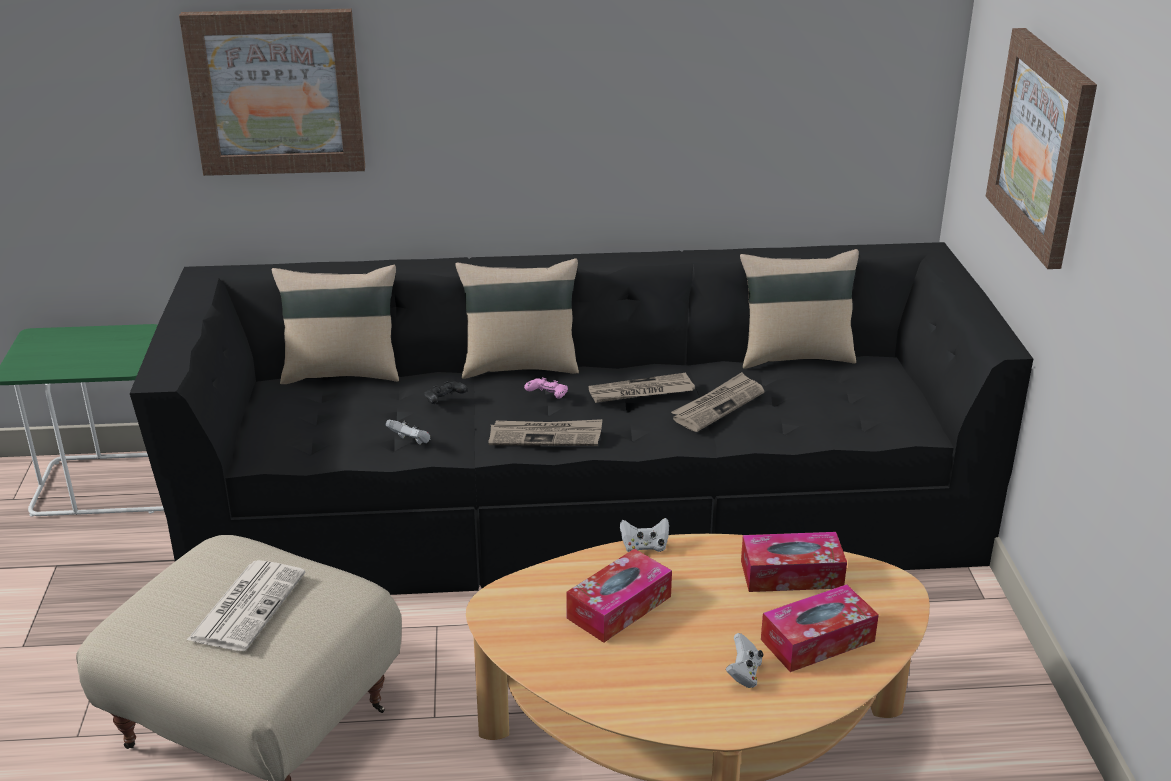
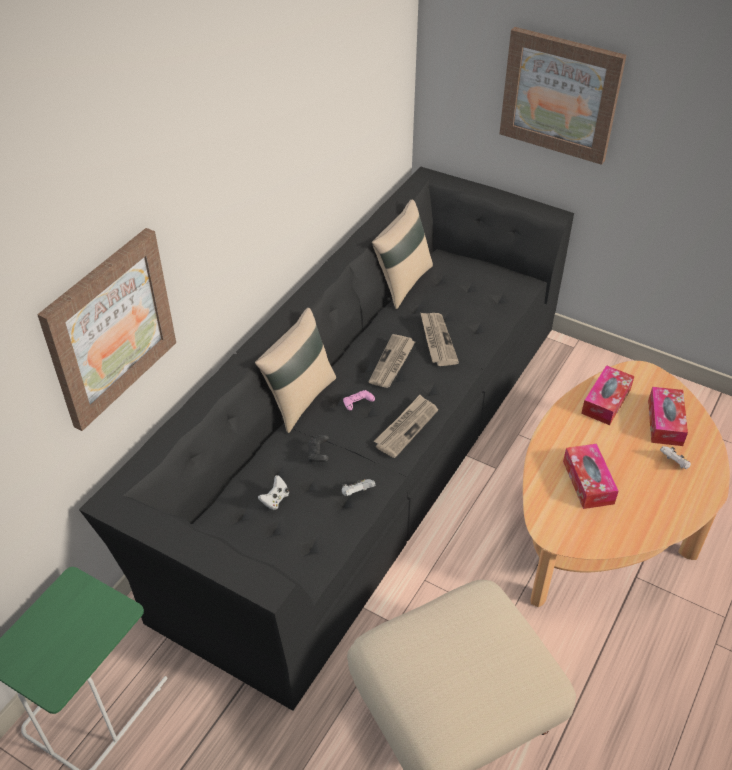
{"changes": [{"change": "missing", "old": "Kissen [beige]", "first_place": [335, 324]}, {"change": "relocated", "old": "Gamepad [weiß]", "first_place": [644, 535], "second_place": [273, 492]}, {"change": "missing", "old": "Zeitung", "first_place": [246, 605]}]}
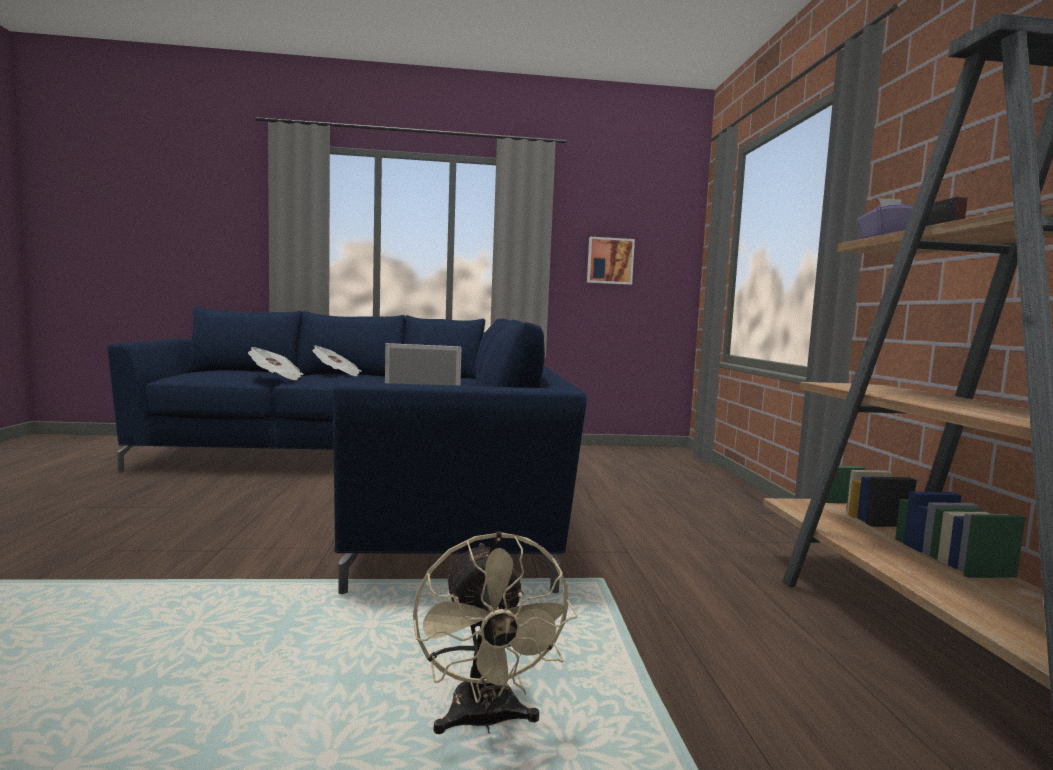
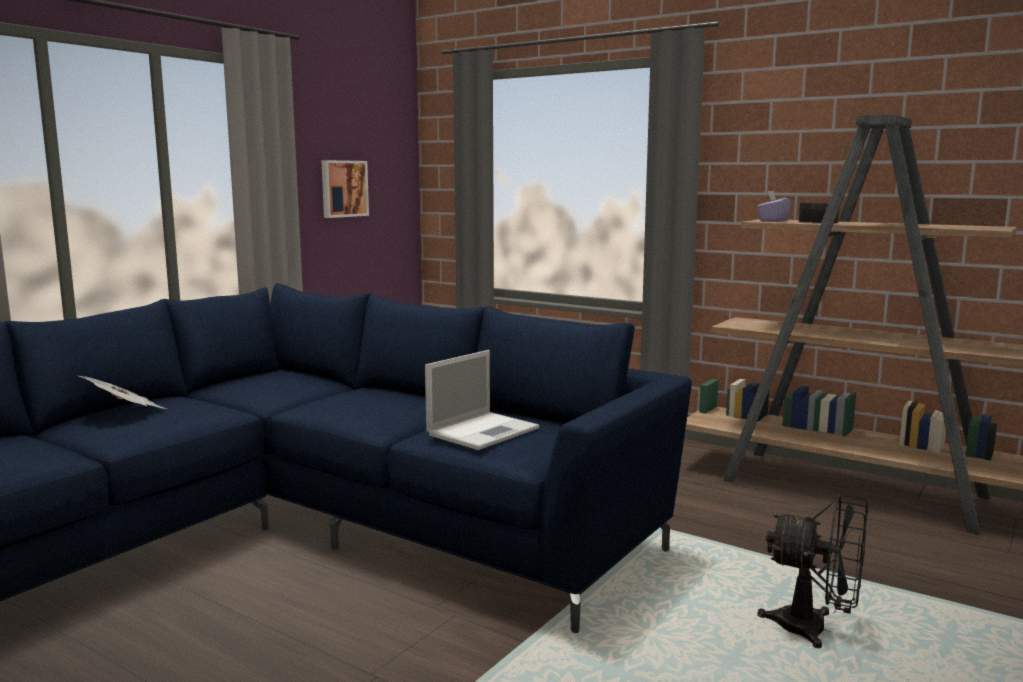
{"changes": [{"change": "missing", "old": "Zeitung", "first_place": [275, 363]}, {"change": "colour", "old": "Ventilator [beige]", "new": "Ventilator [schwarz]", "first_place": [495, 633], "second_place": [812, 571]}]}
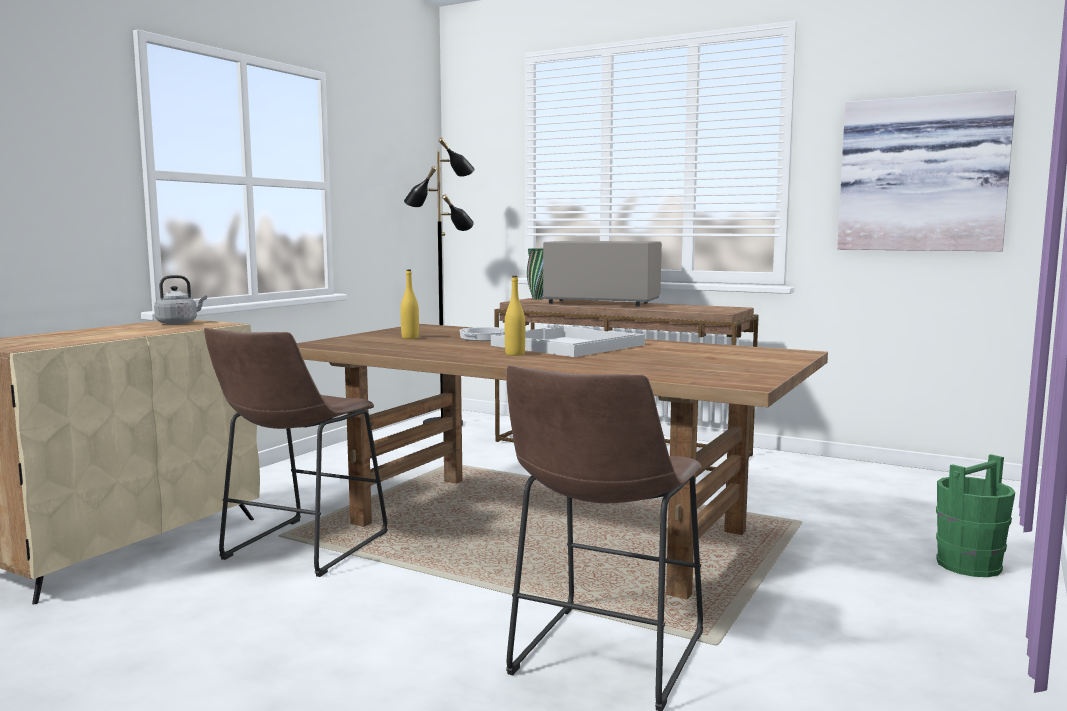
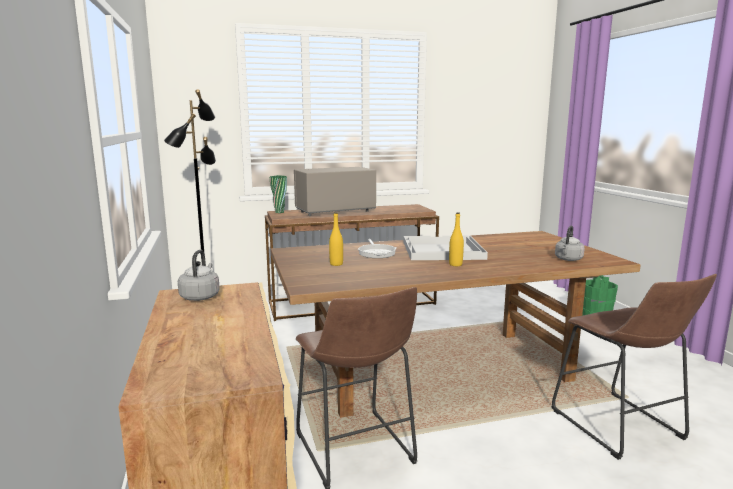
{"changes": [{"change": "missing", "old": "Bild", "first_place": [926, 170]}, {"change": "appeared", "new": "Wasserkessel [grau]", "second_place": [570, 243]}]}
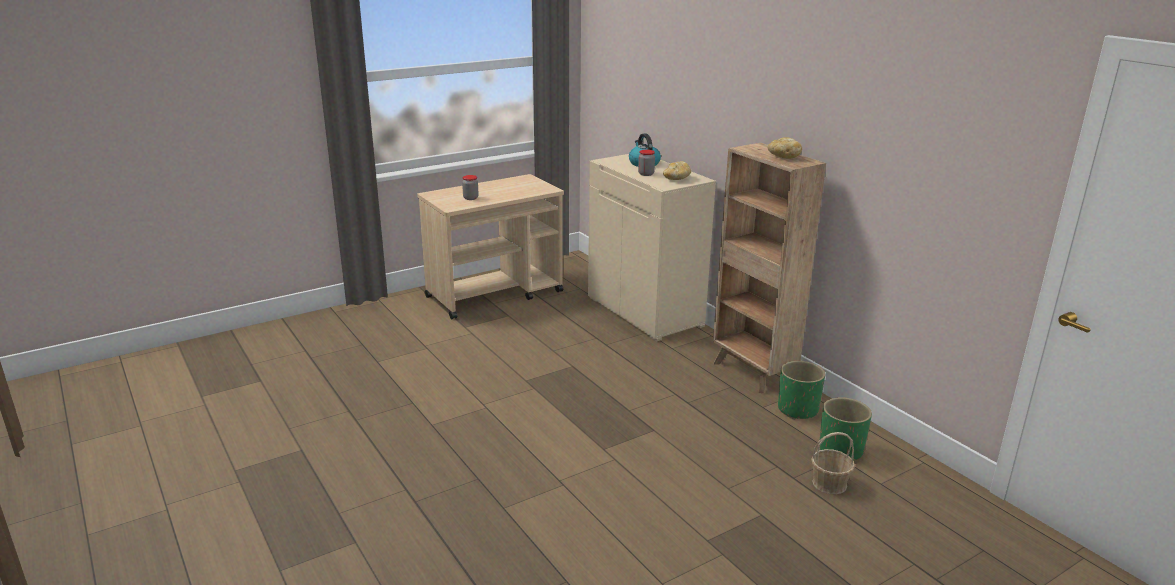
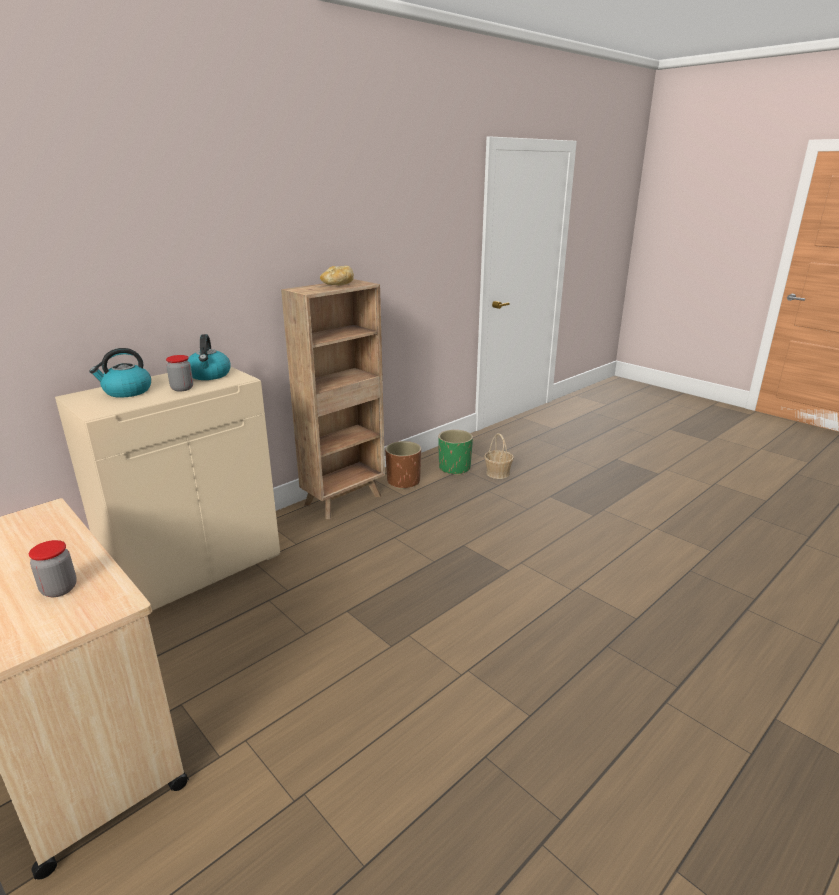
{"changes": [{"change": "exchanged", "old": "Brot", "new": "Wasserkessel", "first_place": [677, 170], "second_place": [209, 357]}, {"change": "colour", "old": "Pflanzkübel [grün]", "new": "Pflanzkübel [braun]", "first_place": [801, 390], "second_place": [403, 465]}]}
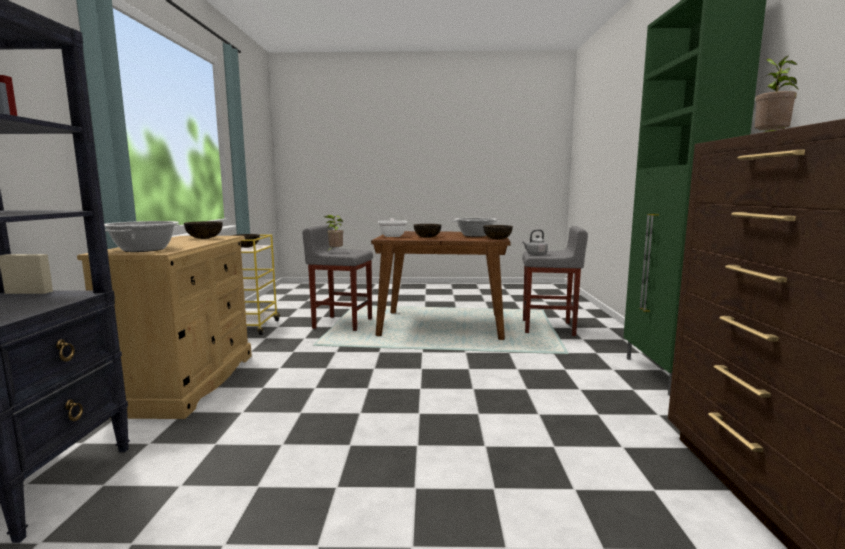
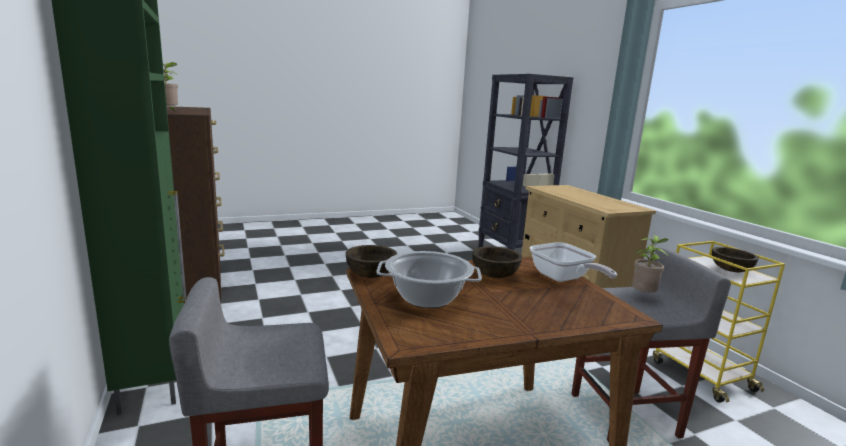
{"changes": [{"change": "missing", "old": "Kochtopf", "first_place": [142, 236]}, {"change": "missing", "old": "Schüssel [braun]", "first_place": [203, 230]}, {"change": "missing", "old": "Wasserkessel [grau]", "first_place": [535, 243]}]}
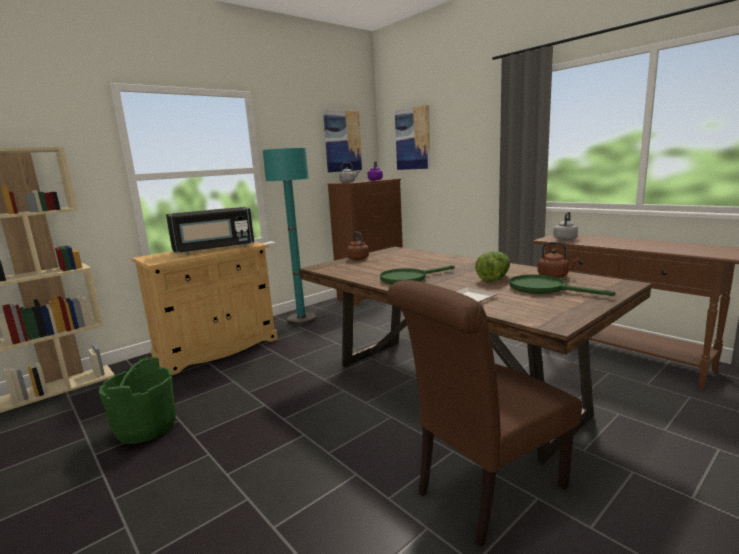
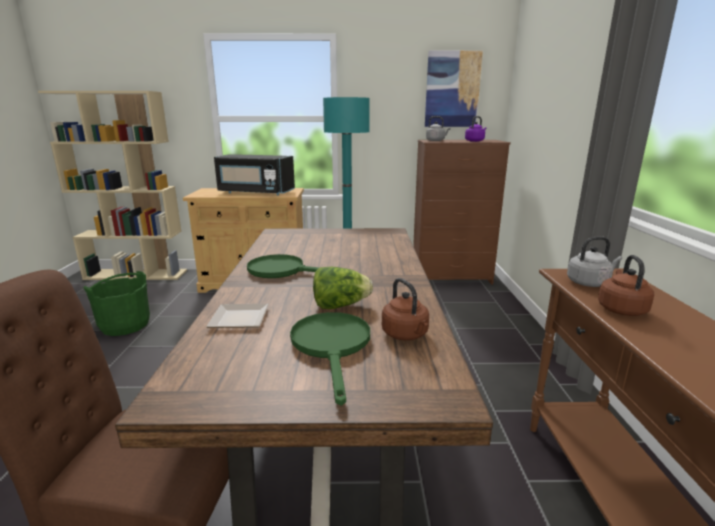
{"changes": [{"change": "missing", "old": "Bild", "first_place": [412, 137]}, {"change": "relocated", "old": "Wasserkessel [braun]", "first_place": [358, 246], "second_place": [626, 285]}]}
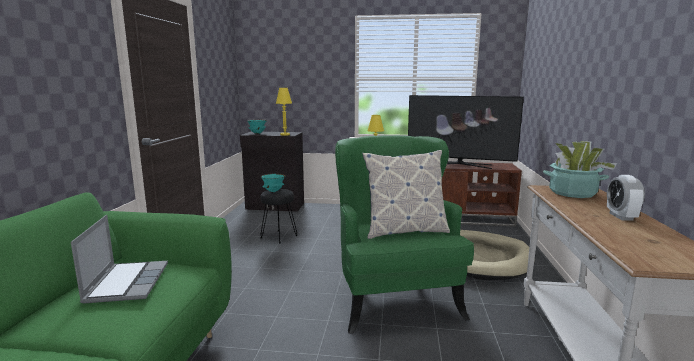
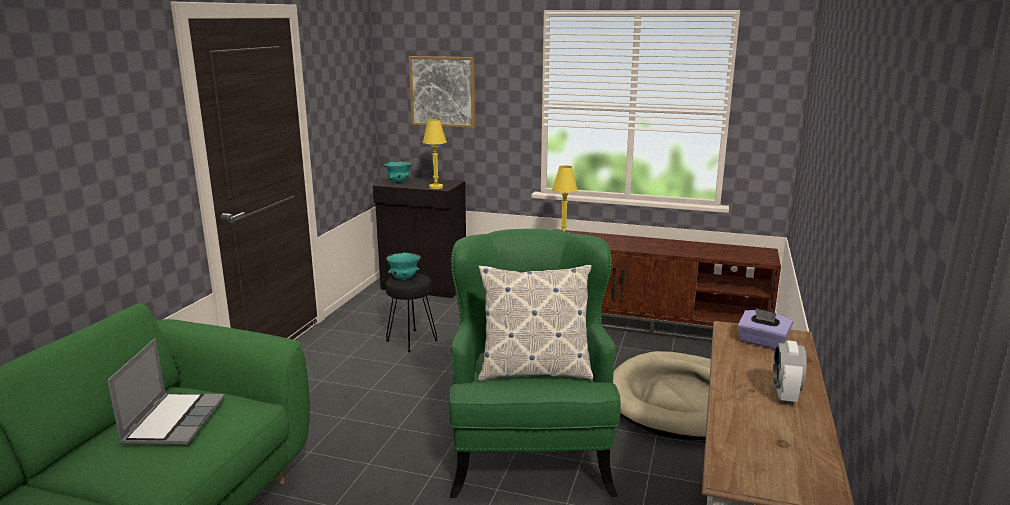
{"changes": [{"change": "missing", "old": "Fernseher", "first_place": [466, 132]}, {"change": "exchanged", "old": "Topfpflanze", "new": "Taschentuchbox [lila]", "first_place": [580, 169], "second_place": [765, 328]}, {"change": "appeared", "new": "Bild", "second_place": [442, 92]}]}
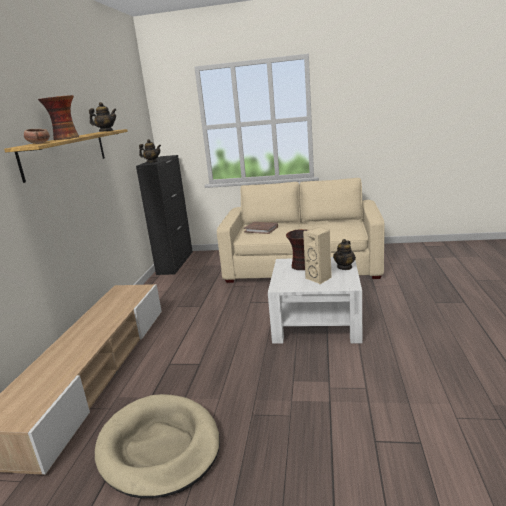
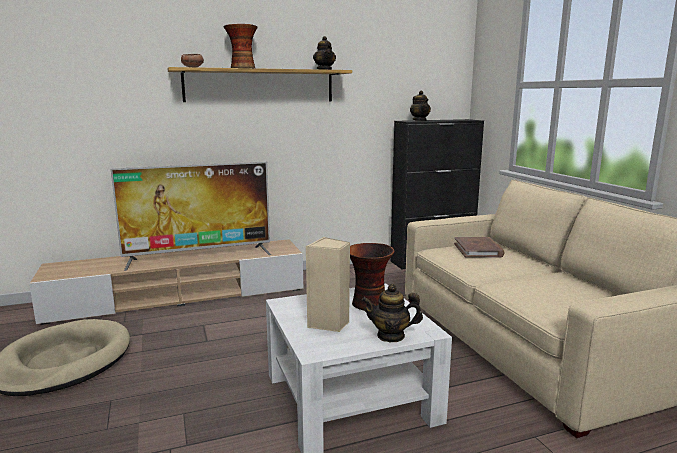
{"changes": [{"change": "appeared", "new": "Fernseher", "second_place": [191, 216]}]}
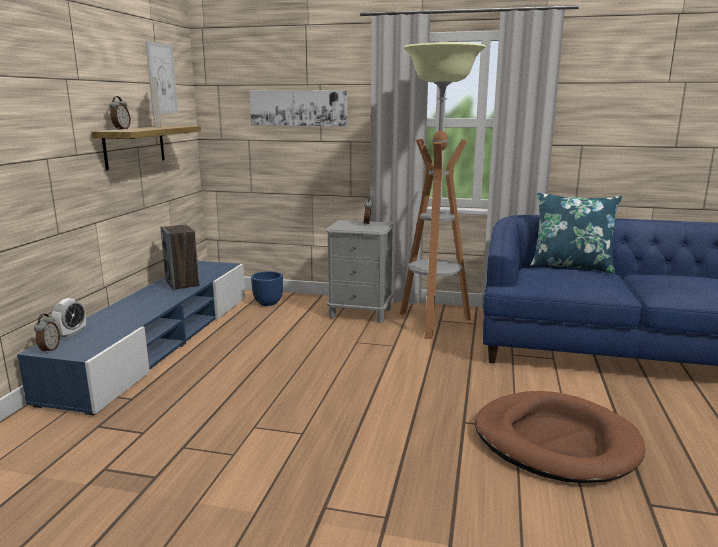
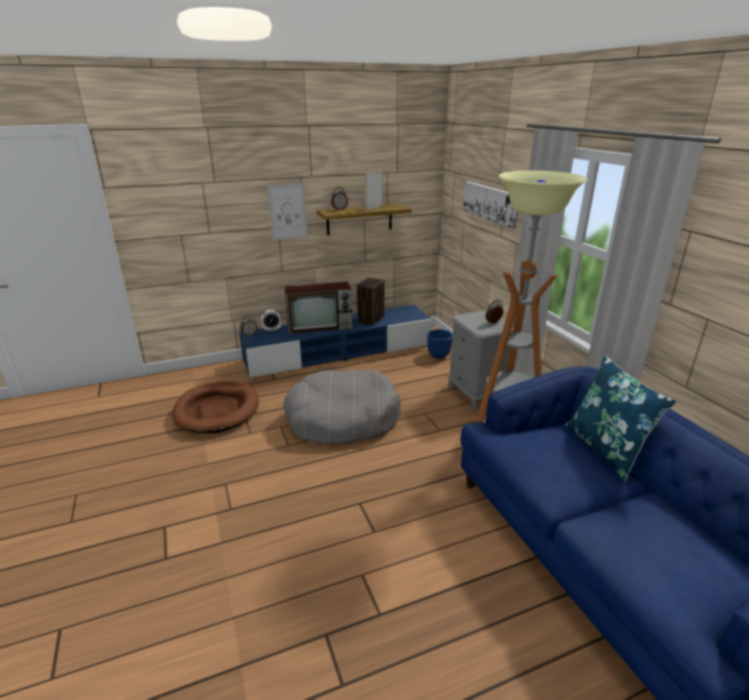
{"changes": [{"change": "relocated", "old": "Bild", "first_place": [161, 77], "second_place": [287, 212]}, {"change": "relocated", "old": "Hundebett [braun]", "first_place": [560, 437], "second_place": [215, 407]}, {"change": "appeared", "new": "Fernseher", "second_place": [318, 308]}, {"change": "appeared", "new": "Hundebett [grau]", "second_place": [342, 407]}]}
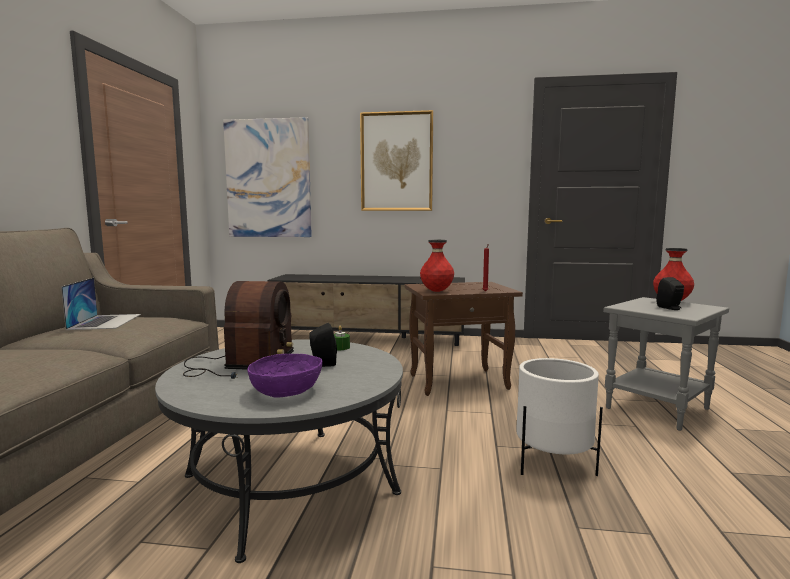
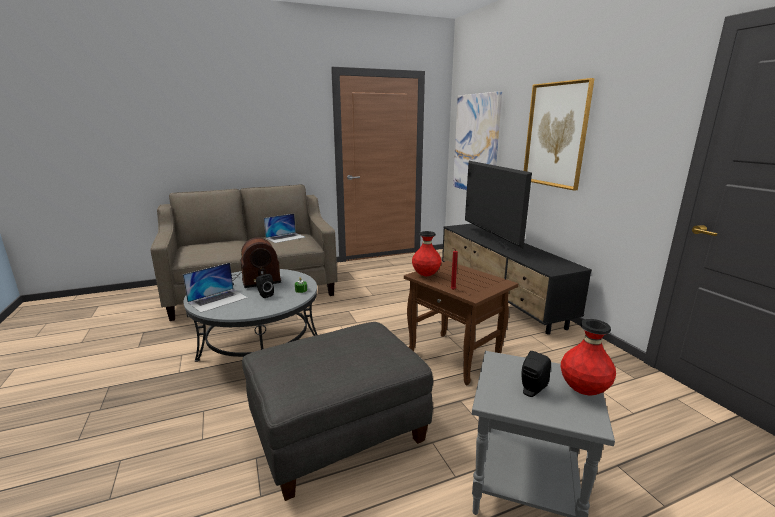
{"changes": [{"change": "exchanged", "old": "Schüssel [lila]", "new": "Laptop", "first_place": [285, 376], "second_place": [215, 288]}, {"change": "exchanged", "old": "Pflanzkübel [weiß]", "new": "Polsterhocker [grau]", "first_place": [559, 417], "second_place": [337, 411]}, {"change": "appeared", "new": "Fernseher", "second_place": [498, 206]}]}
